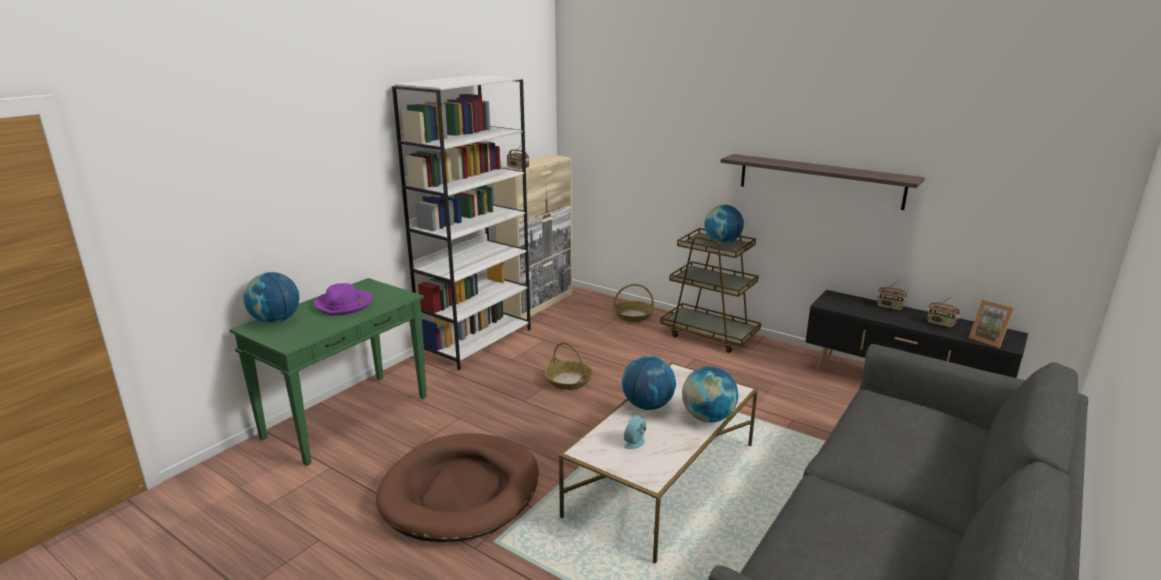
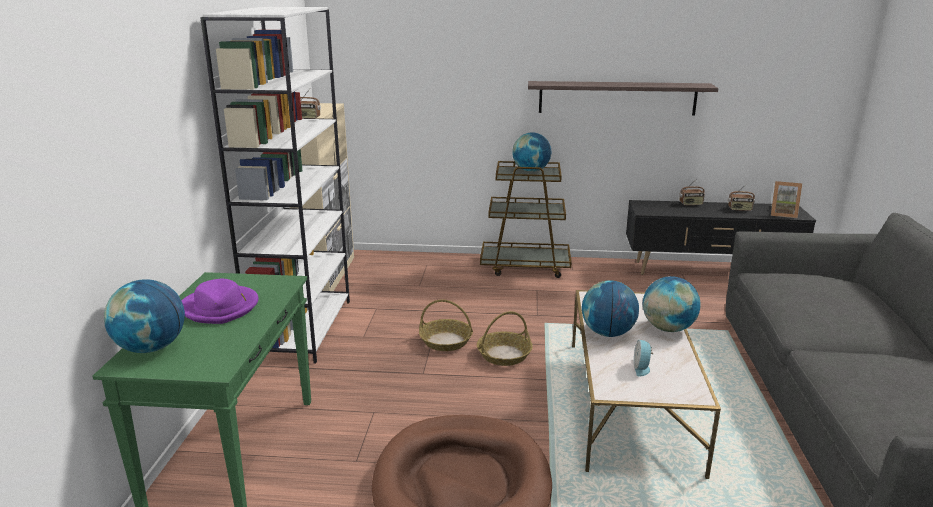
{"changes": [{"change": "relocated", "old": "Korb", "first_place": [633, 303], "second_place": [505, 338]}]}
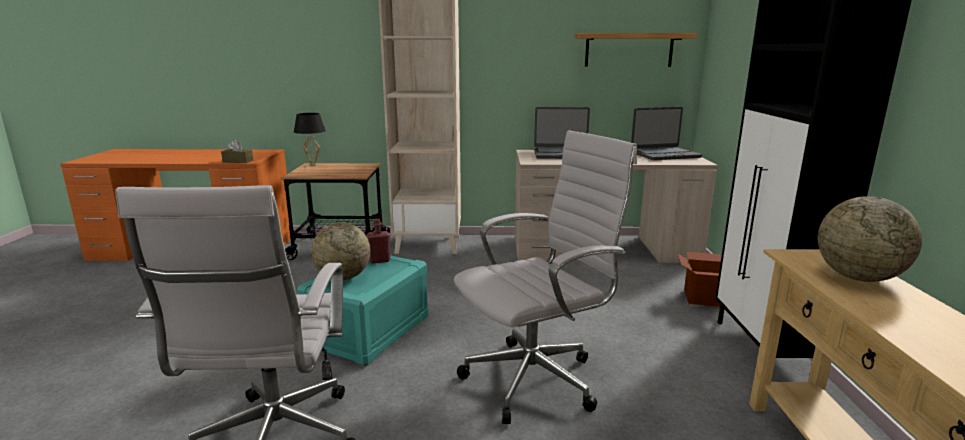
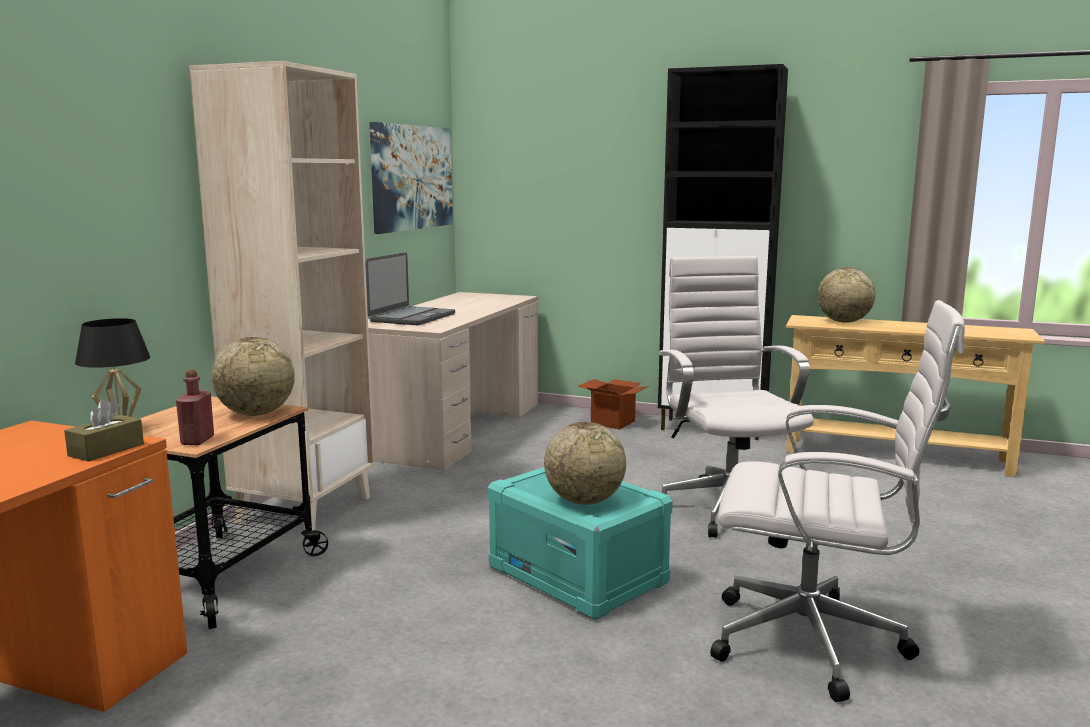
{"changes": [{"change": "exchanged", "old": "Wandregal", "new": "Bild", "first_place": [636, 50], "second_place": [411, 178]}, {"change": "missing", "old": "Laptop", "first_place": [666, 133]}, {"change": "relocated", "old": "Flasche [rot]", "first_place": [378, 241], "second_place": [195, 407]}, {"change": "appeared", "new": "Globus", "second_place": [253, 376]}]}
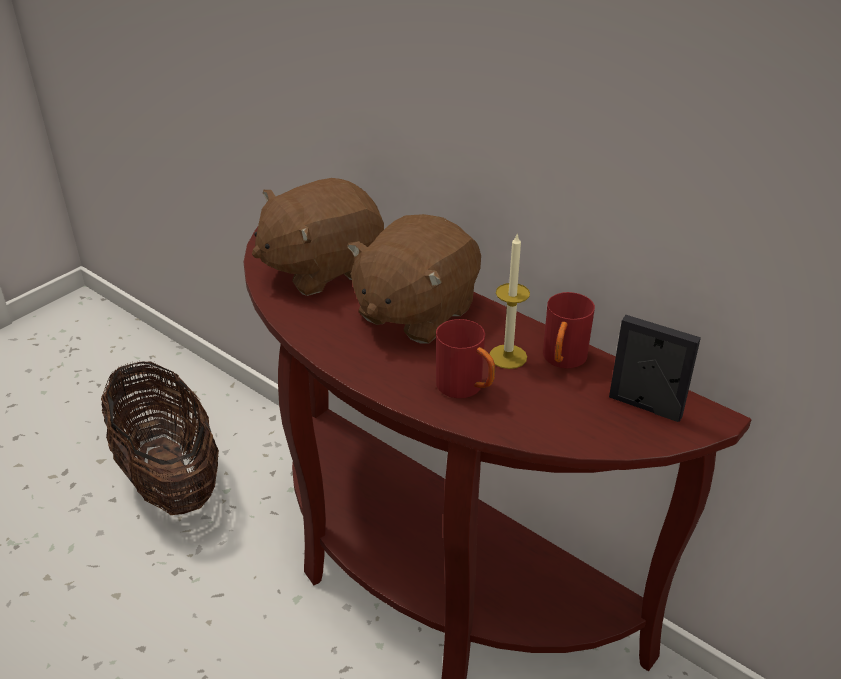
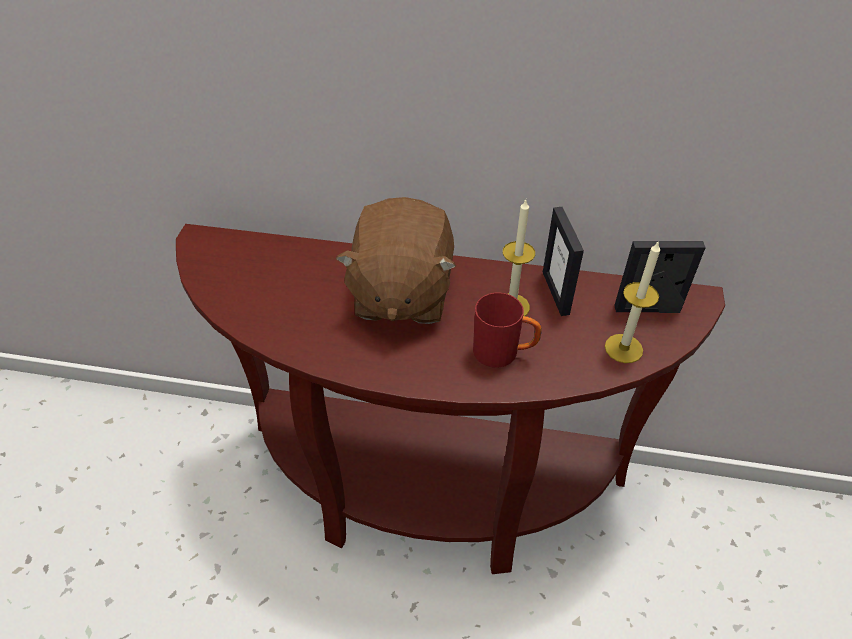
{"changes": [{"change": "missing", "old": "Plüschtier [braun]", "first_place": [318, 237]}, {"change": "exchanged", "old": "Henkelbecher [rot]", "new": "Bilderrahmen", "first_place": [569, 330], "second_place": [563, 261]}, {"change": "missing", "old": "Korb", "first_place": [160, 437]}, {"change": "appeared", "new": "Kerze", "second_place": [632, 301]}]}
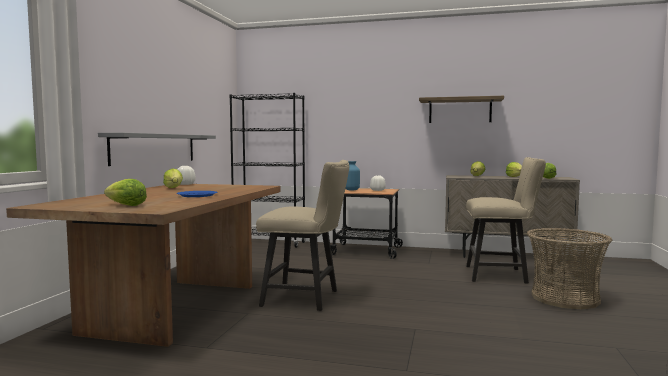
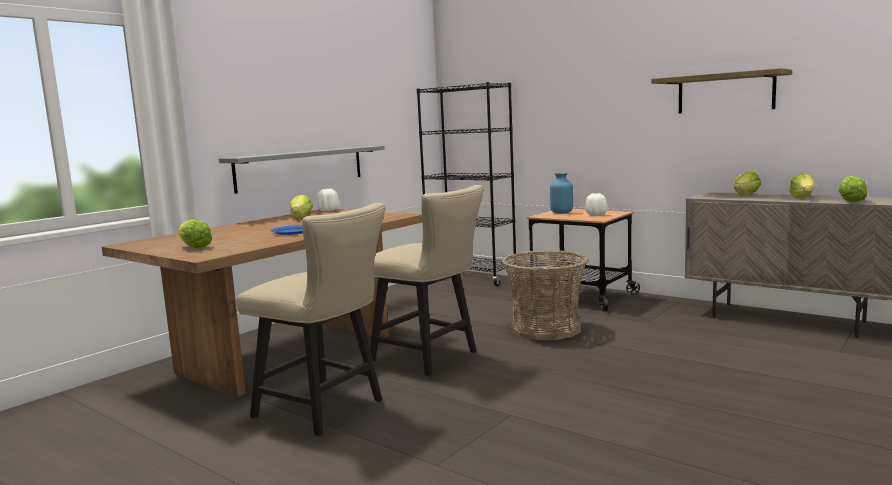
{"changes": [{"change": "relocated", "old": "Stuhl [beige]", "first_place": [506, 220], "second_place": [311, 319]}, {"change": "relocated", "old": "Korb", "first_place": [569, 268], "second_place": [545, 295]}]}
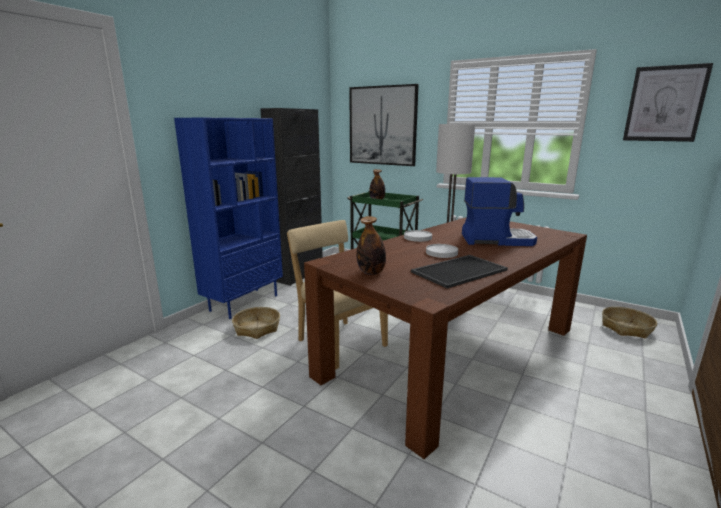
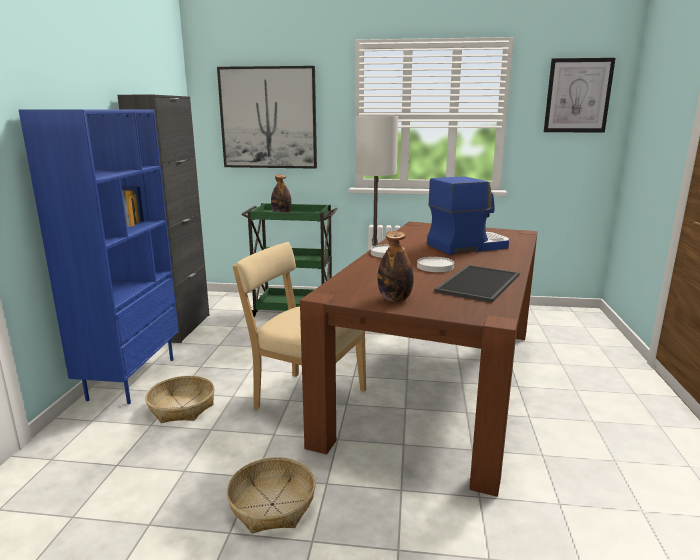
{"changes": [{"change": "relocated", "old": "Korb", "first_place": [629, 323], "second_place": [270, 495]}]}
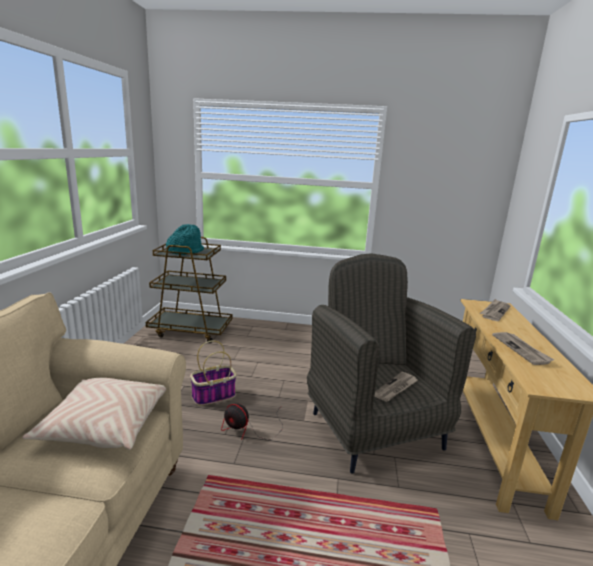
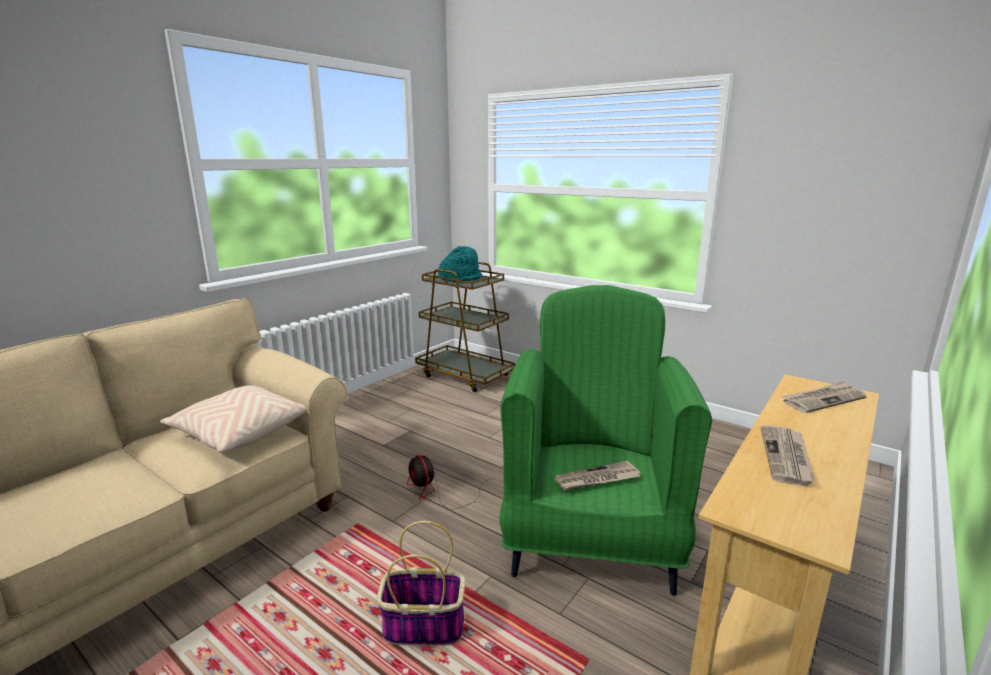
{"changes": [{"change": "colour", "old": "Sessel [grau]", "new": "Sessel [grün]", "first_place": [391, 363], "second_place": [605, 440]}, {"change": "relocated", "old": "Korb", "first_place": [213, 373], "second_place": [421, 583]}]}
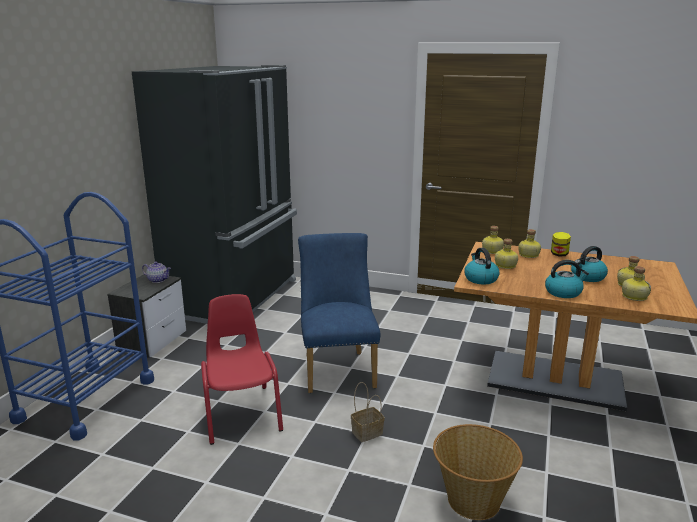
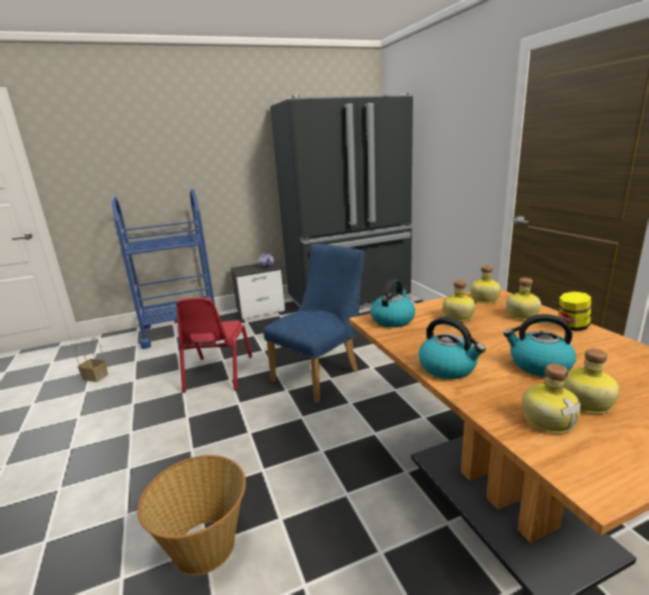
{"changes": [{"change": "spun", "old": "Stuhl [rot]", "first_place": [242, 369], "second_place": [214, 345], "degrees": 150}, {"change": "relocated", "old": "Korb", "first_place": [367, 412], "second_place": [91, 360]}]}
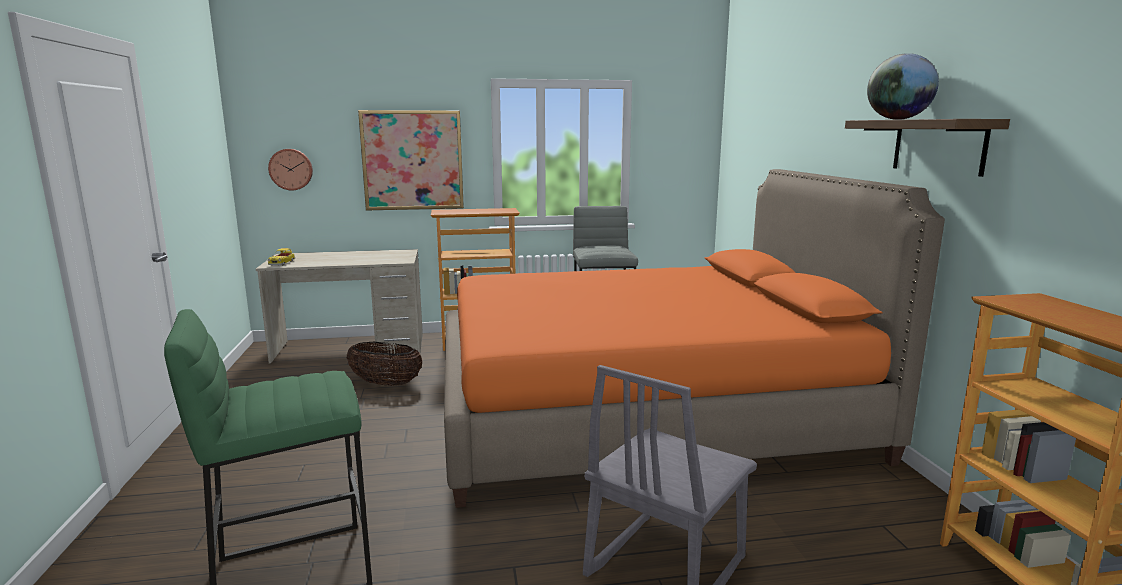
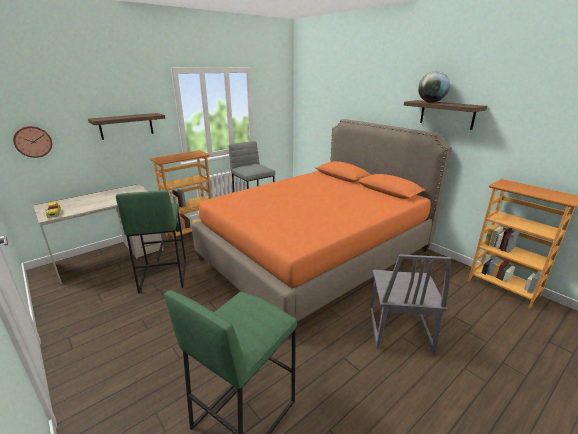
{"changes": [{"change": "exchanged", "old": "Bild", "new": "Wandregal", "first_place": [411, 160], "second_place": [126, 126]}, {"change": "exchanged", "old": "Korb", "new": "Hocker [grün]", "first_place": [385, 364], "second_place": [151, 242]}]}
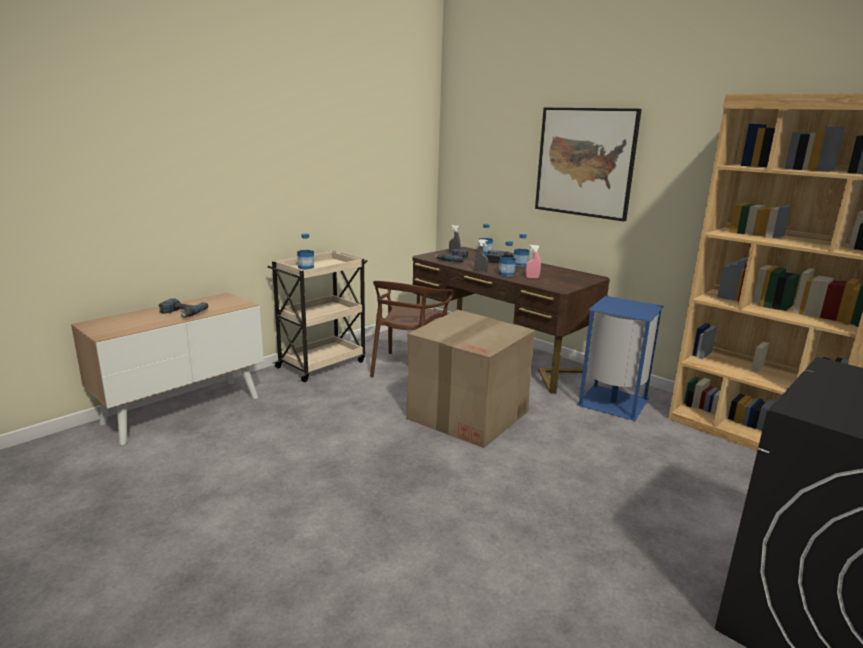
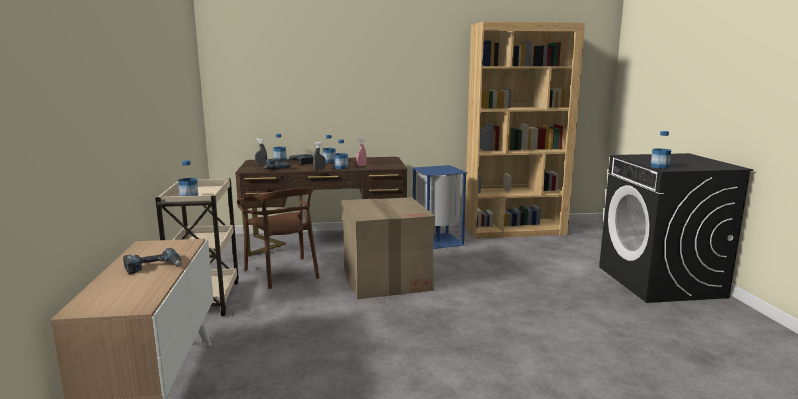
{"changes": [{"change": "missing", "old": "Bild", "first_place": [588, 164]}, {"change": "appeared", "new": "Flasche", "second_place": [660, 150]}]}
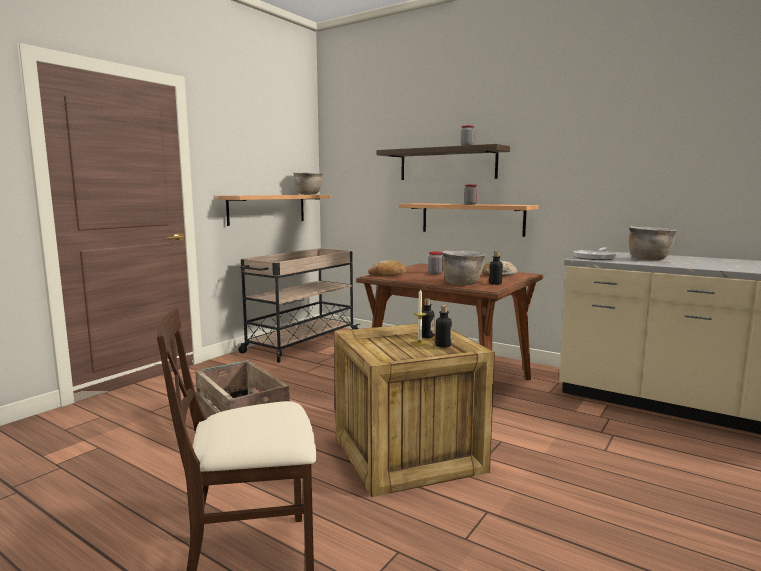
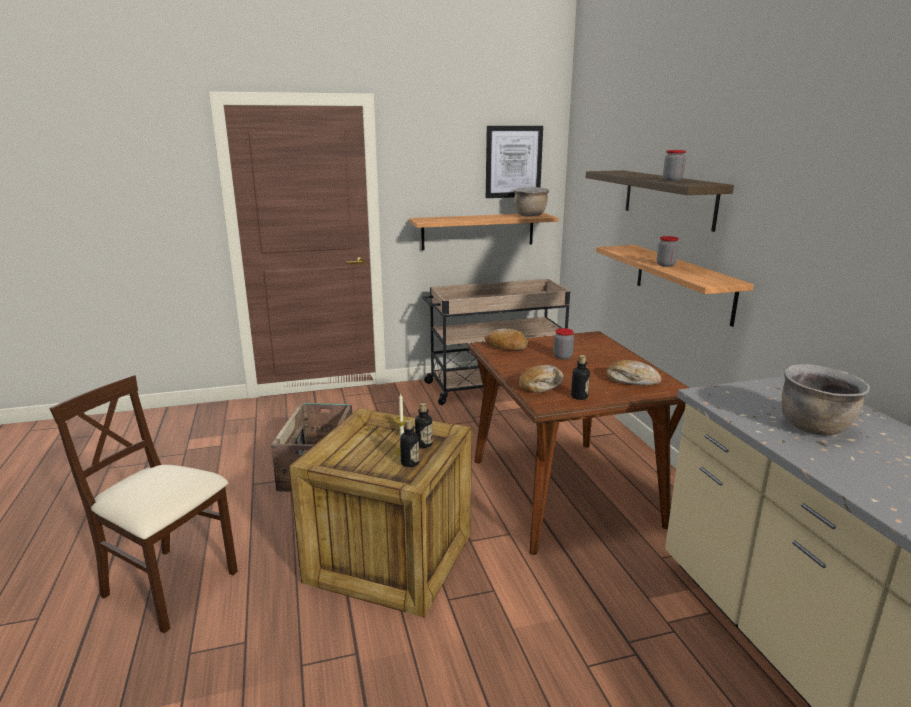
{"changes": [{"change": "missing", "old": "Pfanne", "first_place": [595, 253]}, {"change": "exchanged", "old": "Kochtopf [braun]", "new": "Brot", "first_place": [464, 268], "second_place": [541, 379]}, {"change": "appeared", "new": "Bild", "second_place": [514, 162]}]}
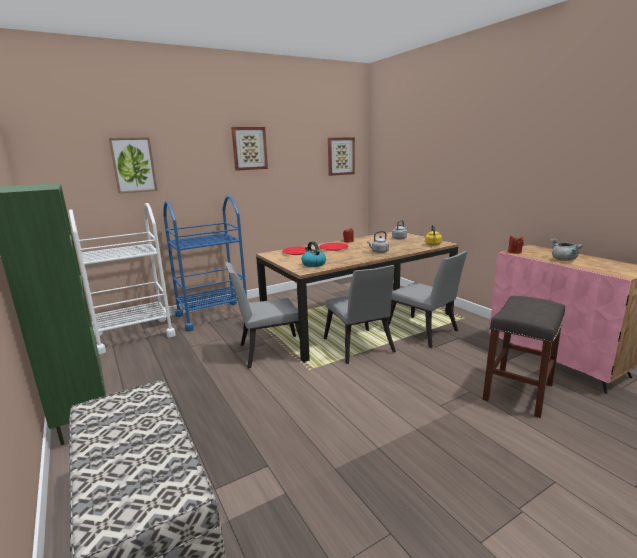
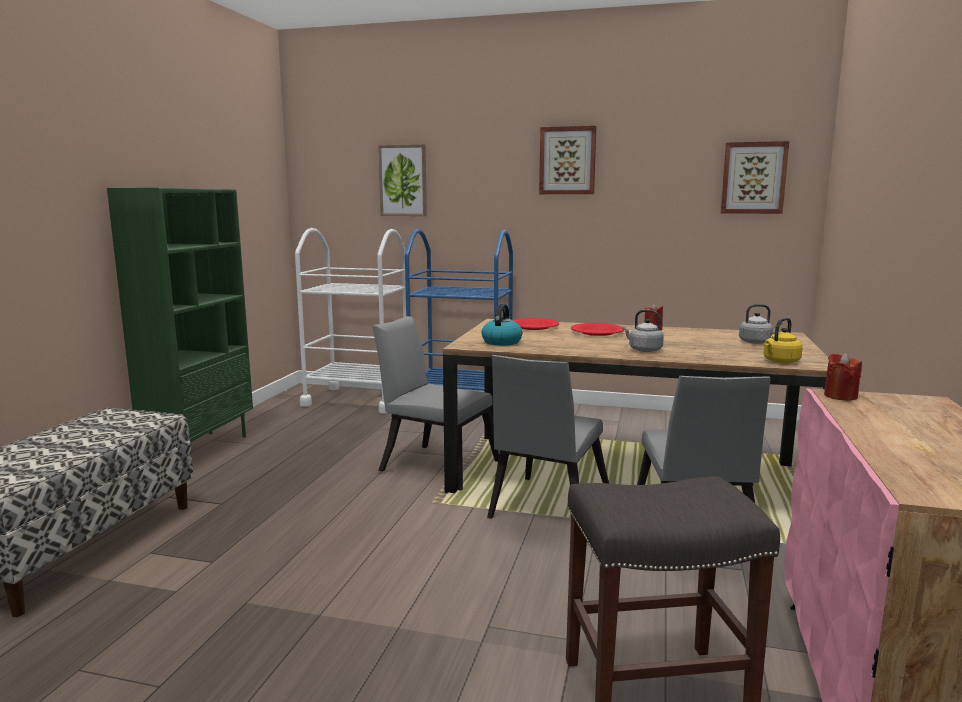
{"changes": [{"change": "missing", "old": "Kochtopf [grau]", "first_place": [567, 249]}]}
